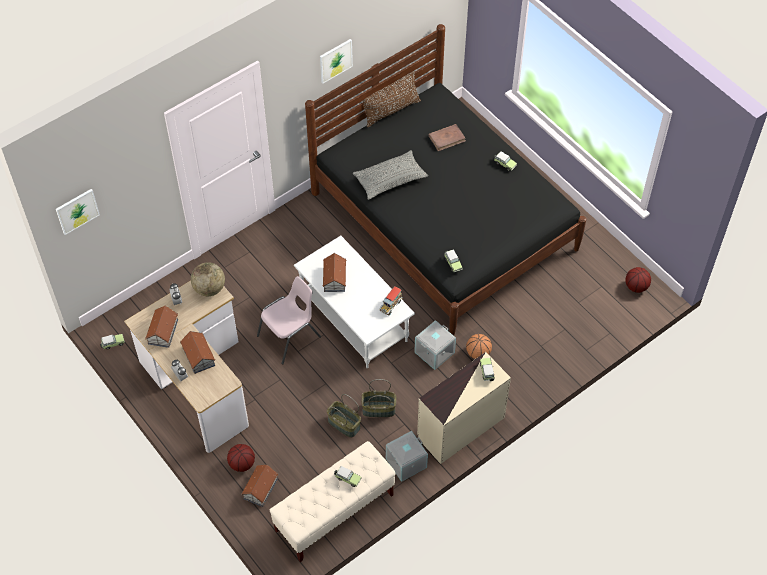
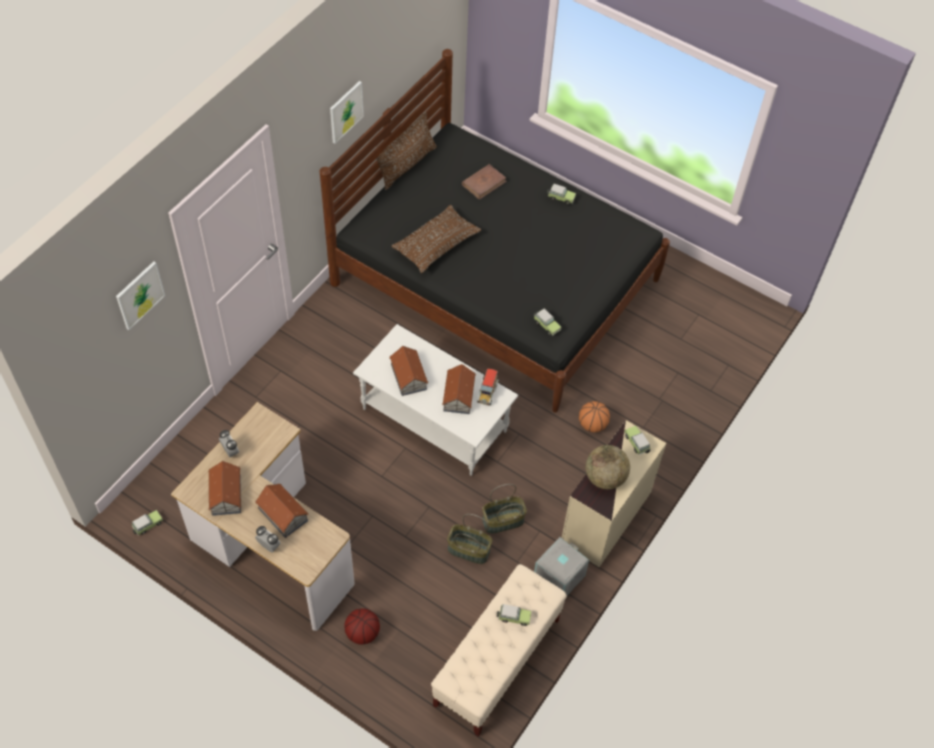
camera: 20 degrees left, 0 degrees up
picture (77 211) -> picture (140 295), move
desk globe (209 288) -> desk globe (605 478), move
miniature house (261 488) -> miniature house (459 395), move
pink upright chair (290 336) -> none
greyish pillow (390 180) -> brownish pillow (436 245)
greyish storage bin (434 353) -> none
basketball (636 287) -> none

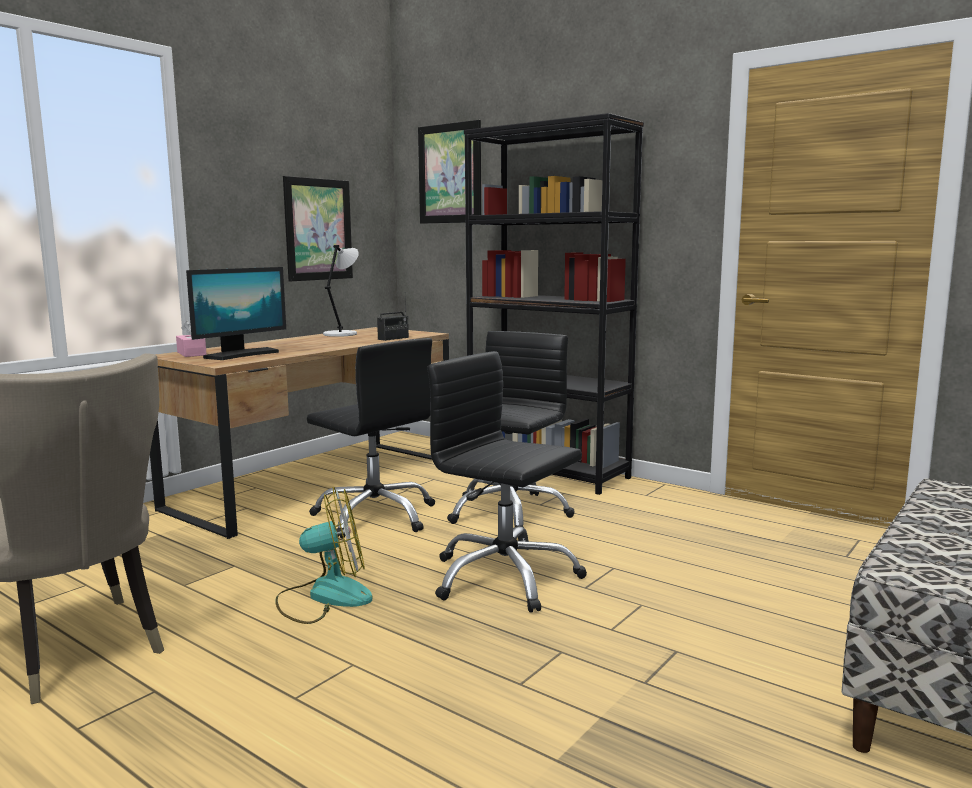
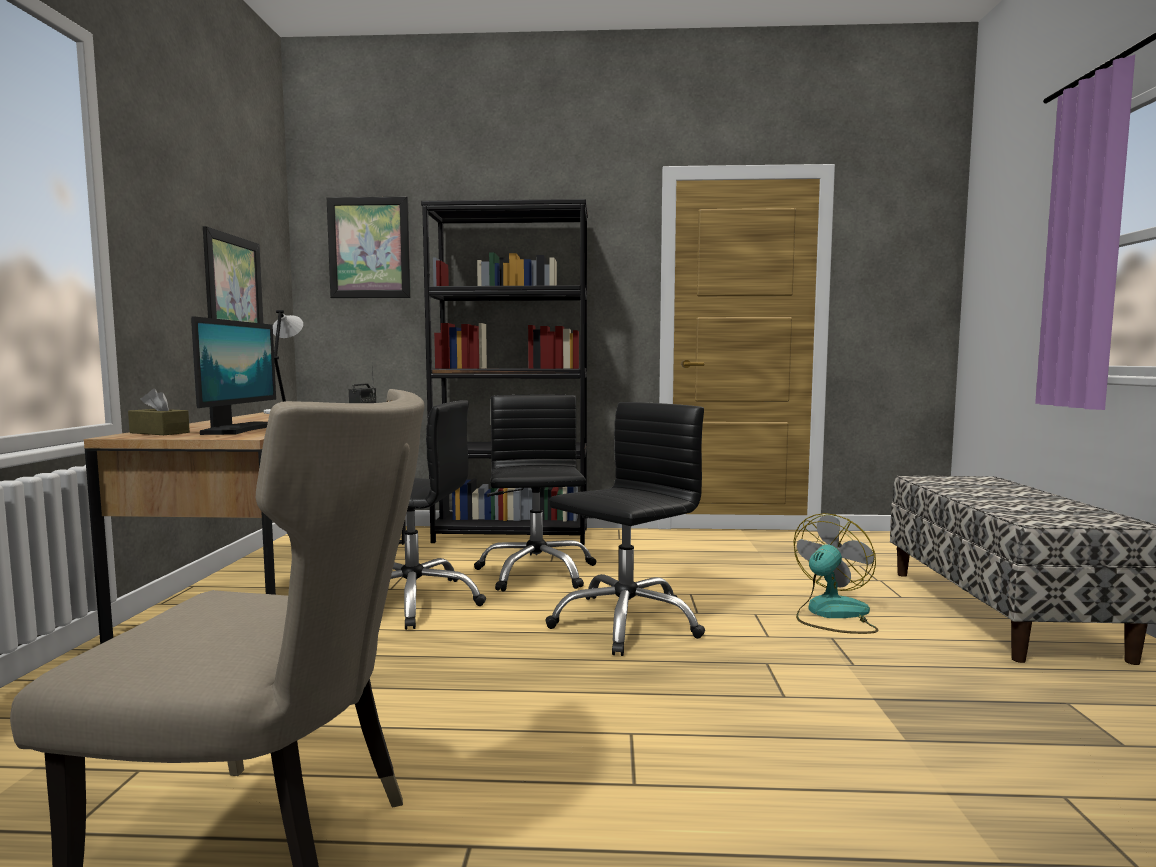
camera: 35 degrees left, 5 degrees down
pink tissue holder (191 353) -> brownish tissue holder (159 432)
fan (325 597) -> fan (831 614), move
black-coloured computer chair (504 577) -> black-coloured computer chair (625 622), 135 degrees clockwise

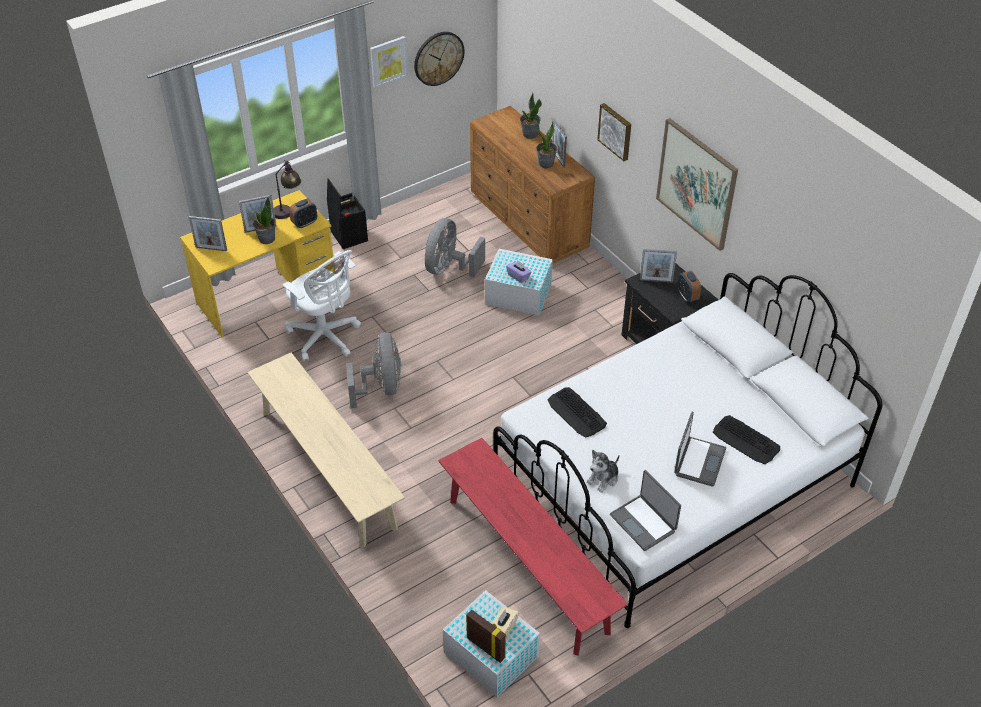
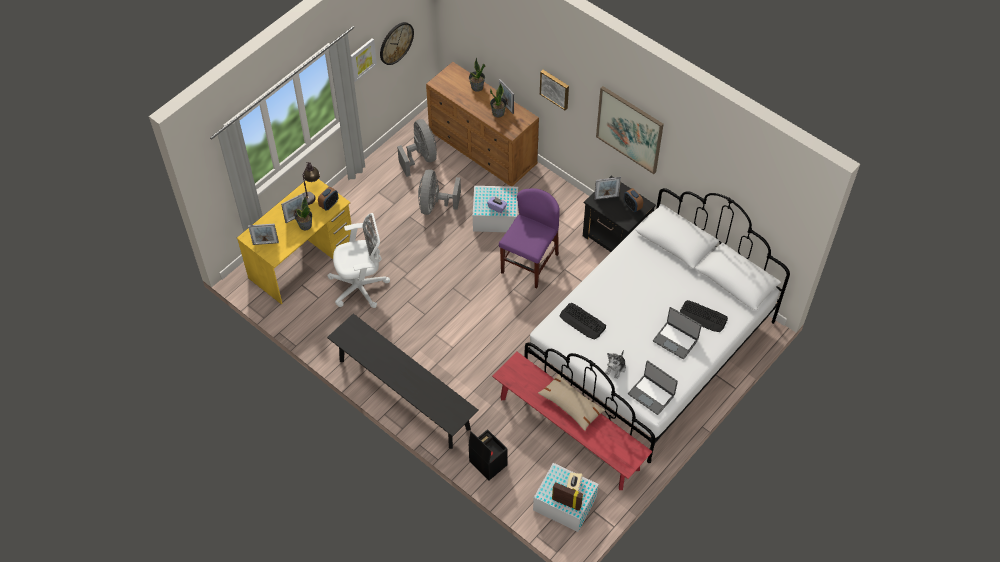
camera: 15 degrees left, 10 degrees up
beige long seat (328 468) -> black-coloured long seat (404 394)
white computer chair (325 337) -> white computer chair (361 286), 45 degrees counterclockwise
black-coloured storage bin (348 236) -> black-coloured storage bin (487 463), move
greyish fan (381 387) -> greyish fan (421 157), move
notebook computer (698 461) -> notebook computer (675 340), 120 degrees clockwise
none -> purple upright chair (529 263)
none -> beige pillow (571 405)

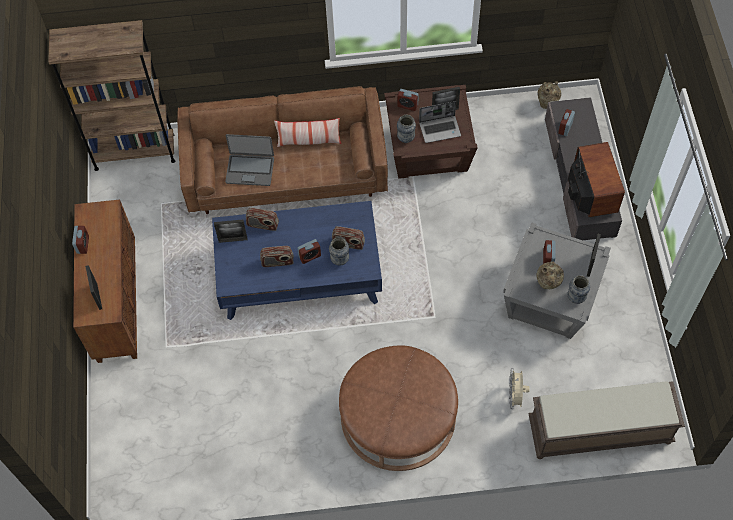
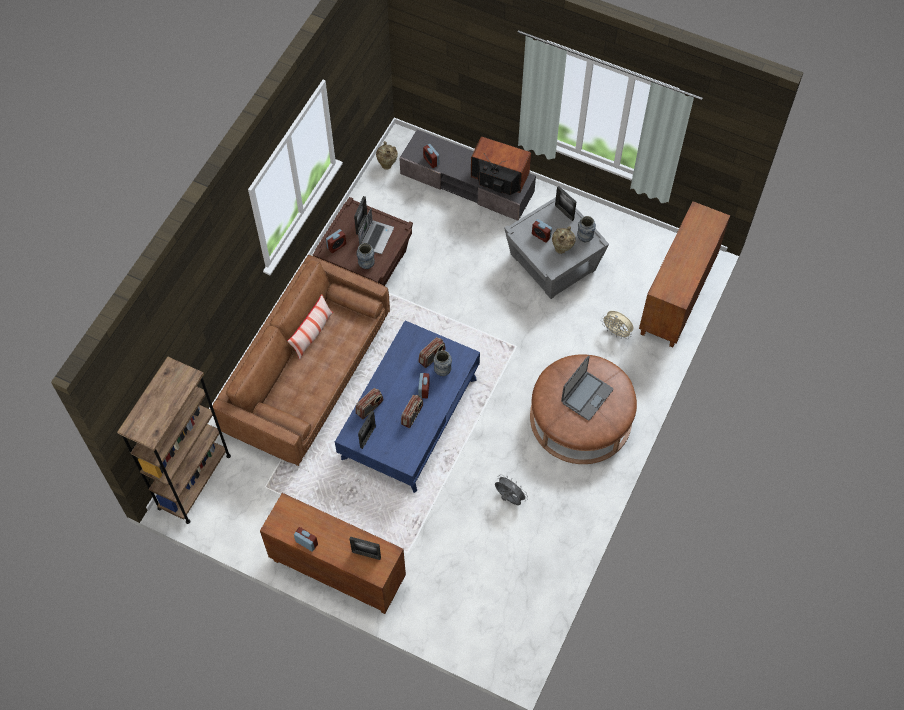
camera: 60 degrees left, 0 degrees up
notebook computer (250 169) -> notebook computer (586 396), move
brownish long seat (599 432) -> brownish cupboard (677 297)
none -> greyish fan (509 498)

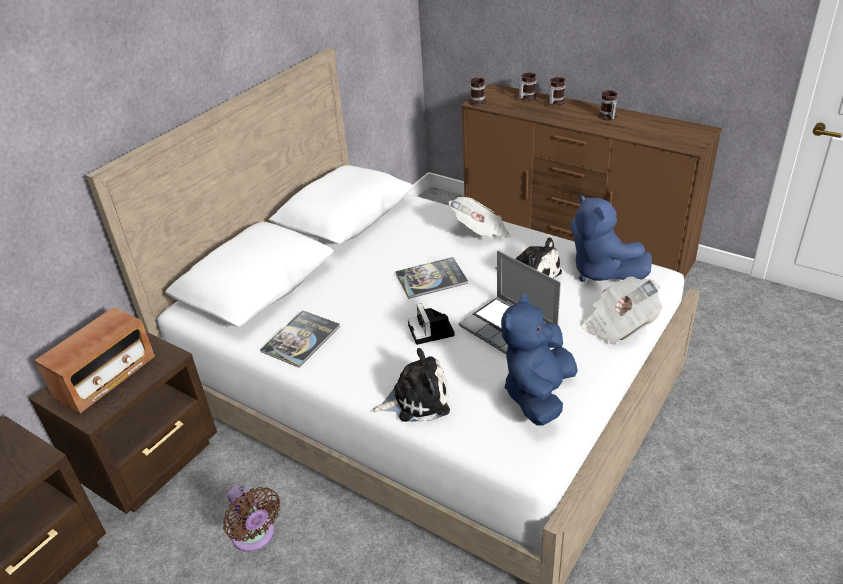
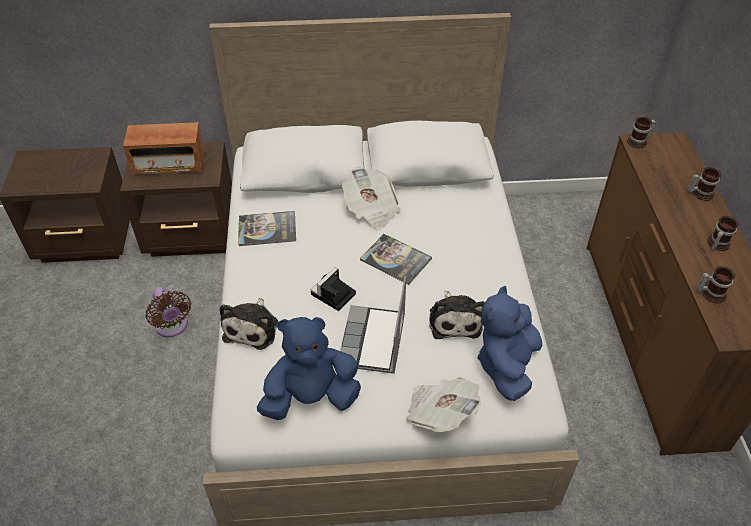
camera: 50 degrees right, 10 degrees up
brownish fan (255 536) -> brownish fan (172 327), 45 degrees counterclockwise
soft toy (416 400) -> soft toy (252 327), 60 degrees clockwise
newspaper (481 232) -> newspaper (371 210), move
mug (526 97) -> mug (711 293), move

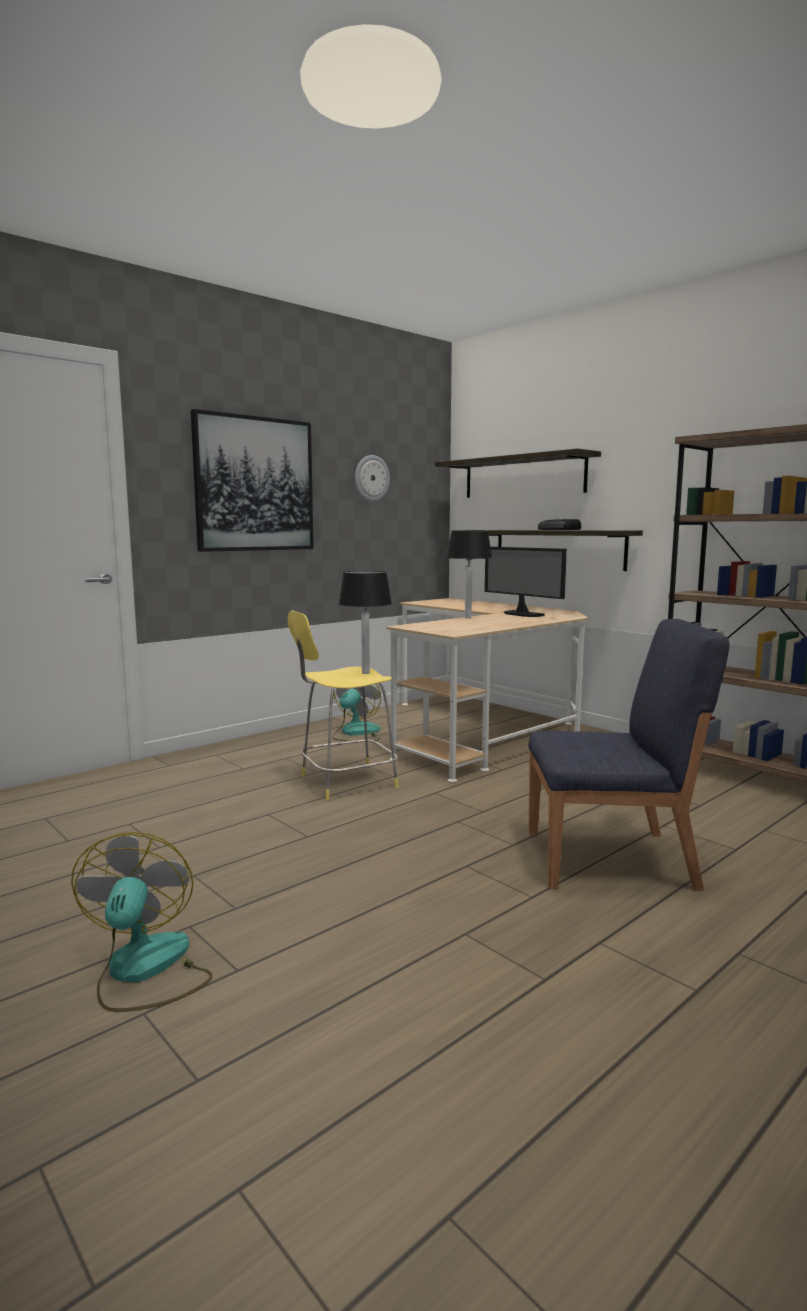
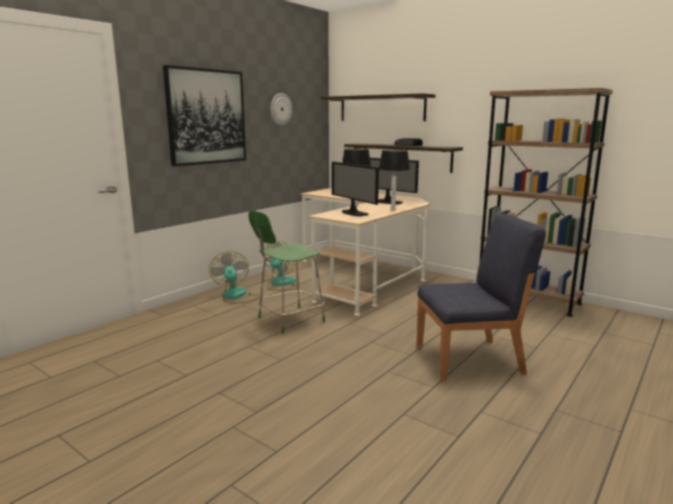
camera: 10 degrees left, 5 degrees up
fan (144 971) -> fan (236 296), move
yellow stool seat (345 782) -> green stool seat (289 320)
table lamp (365 673) -> table lamp (392 210), move
none -> monitor (353 213)

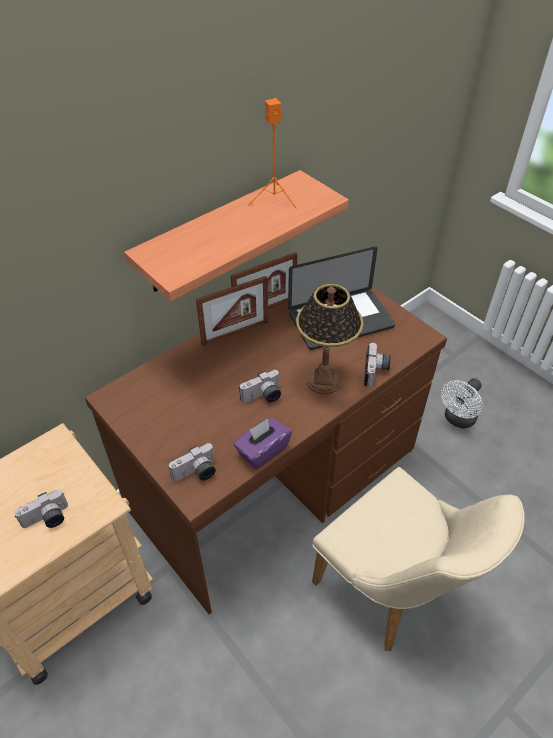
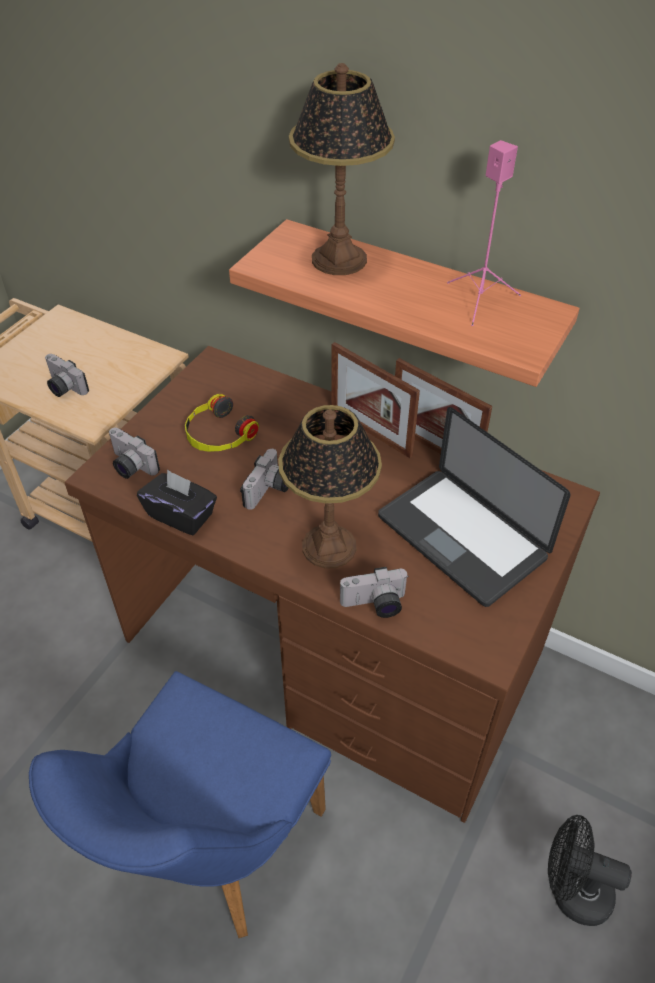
camera: 70 degrees right, 0 degrees up
purple tissue holder (262 451) -> black-coloured tissue holder (181 515)
still camera (263 397) -> still camera (269 491), 105 degrees counterclockwise
orangey audio speaker (274 198) -> pink audio speaker (480 300)
beige upright chair (393 592) -> blue-coloured upright chair (210 851)
white fan (457 420) -> black-coloured fan (571 890)
none -> headset (218 434)
none -> table lamp (340 259)

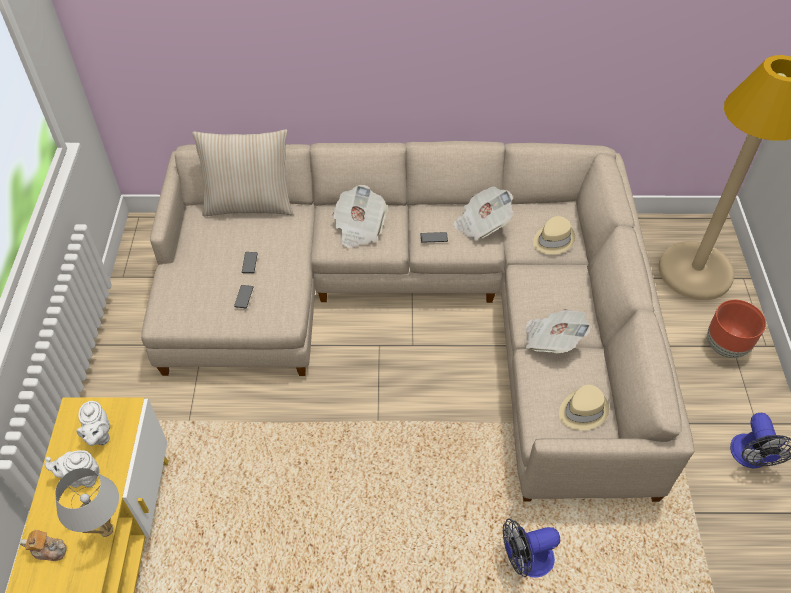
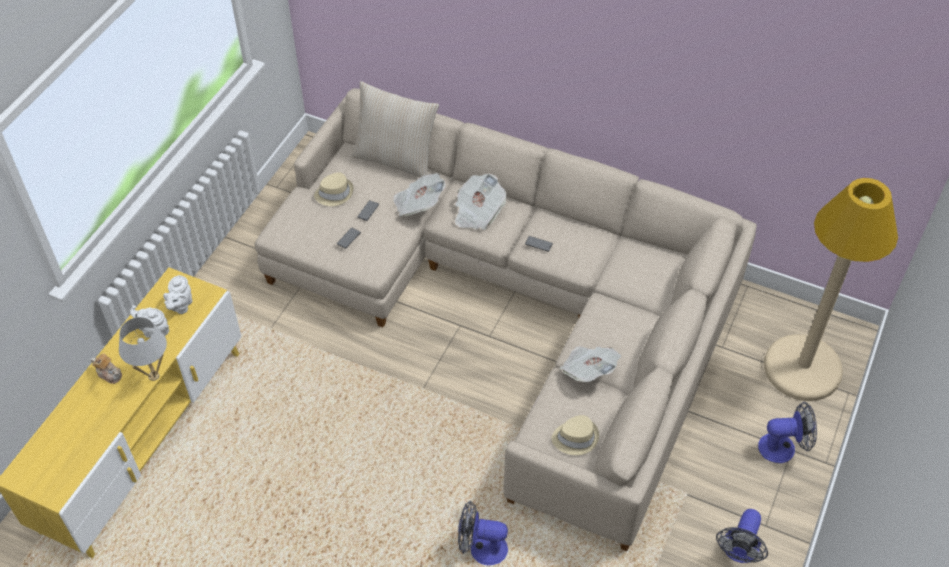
camera: 25 degrees right, 0 degrees up
newspaper (481 224) -> newspaper (418 204), move
beige wearable hat (552 240) -> beige wearable hat (334 193), move
brownish flower pot (725 346) -> fan (783 447)

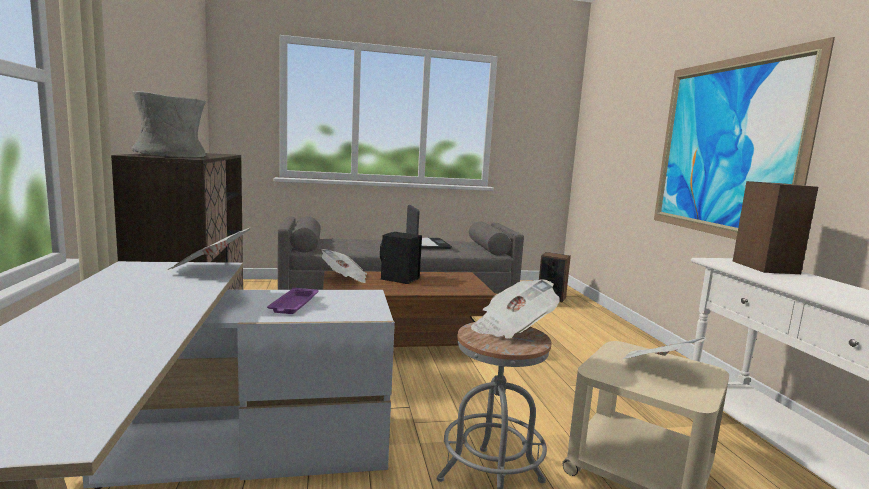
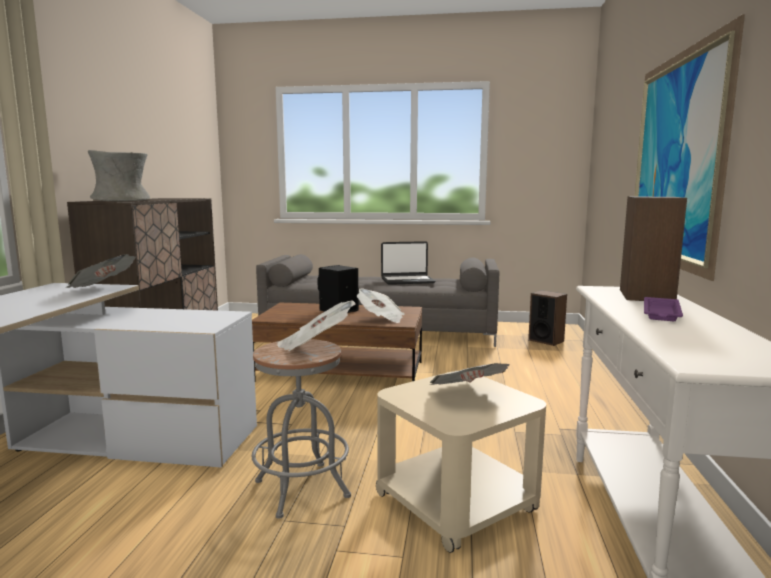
camera: 20 degrees right, 0 degrees up
purple carrying tray (293 305) -> purple carrying tray (661 313), move
newspaper (345 278) -> newspaper (381 318), move
notebook computer (427 244) -> notebook computer (407 280), 75 degrees clockwise

